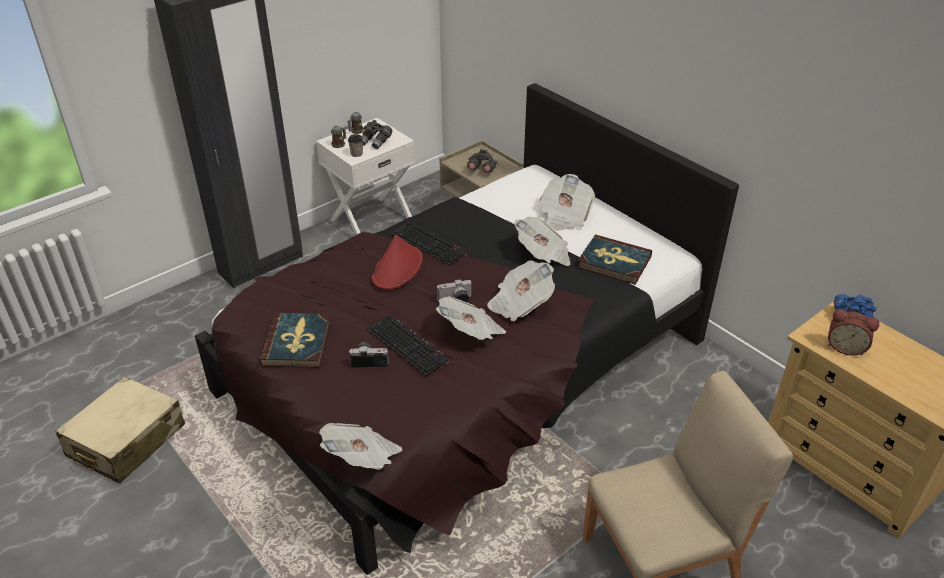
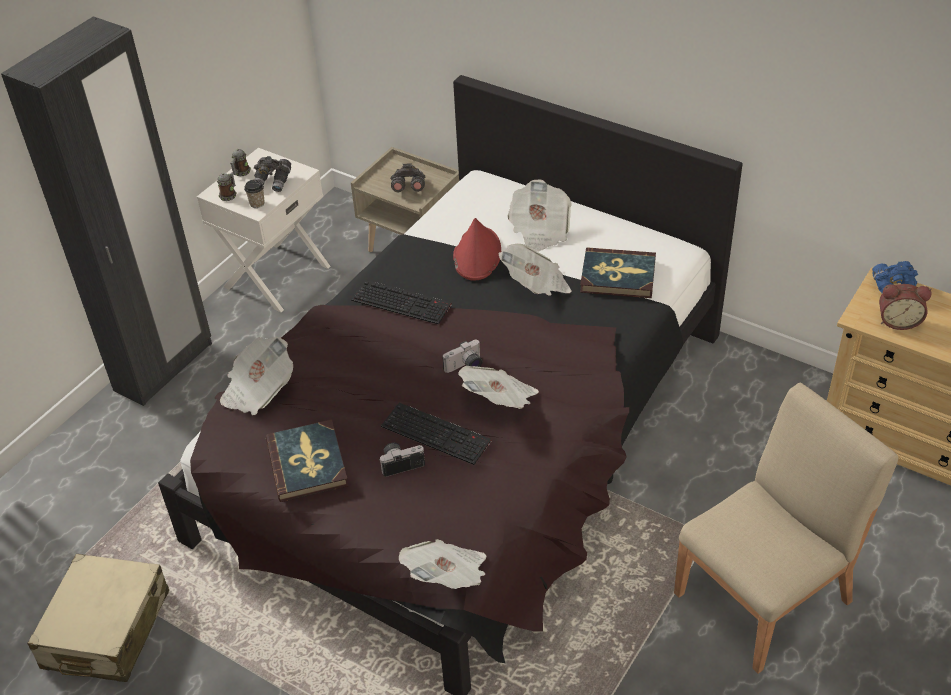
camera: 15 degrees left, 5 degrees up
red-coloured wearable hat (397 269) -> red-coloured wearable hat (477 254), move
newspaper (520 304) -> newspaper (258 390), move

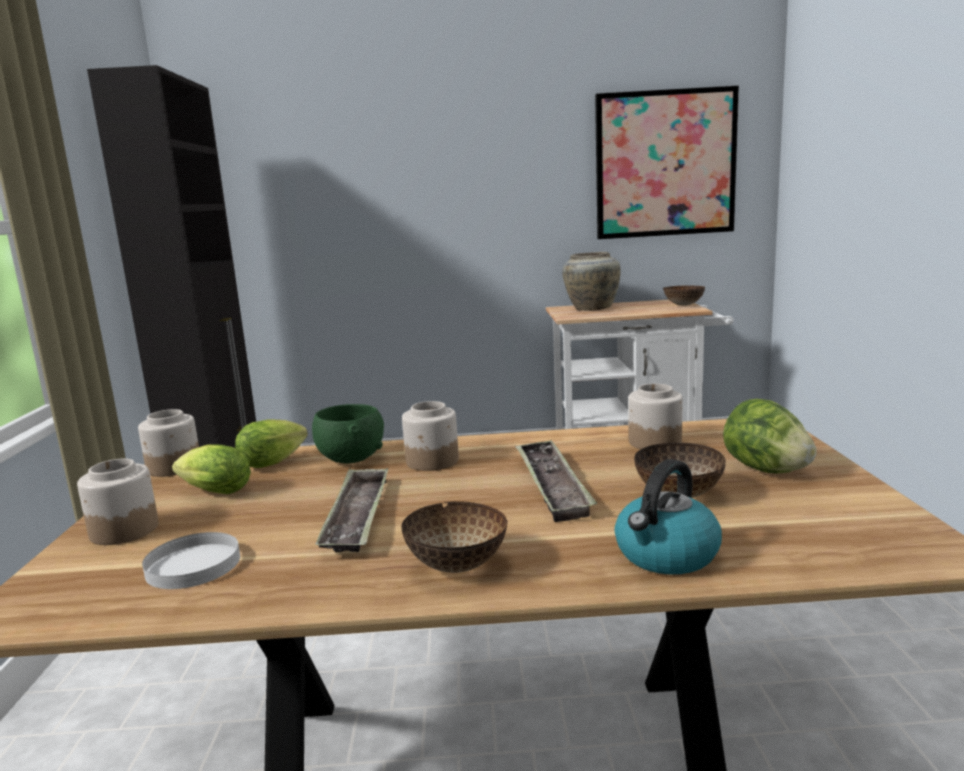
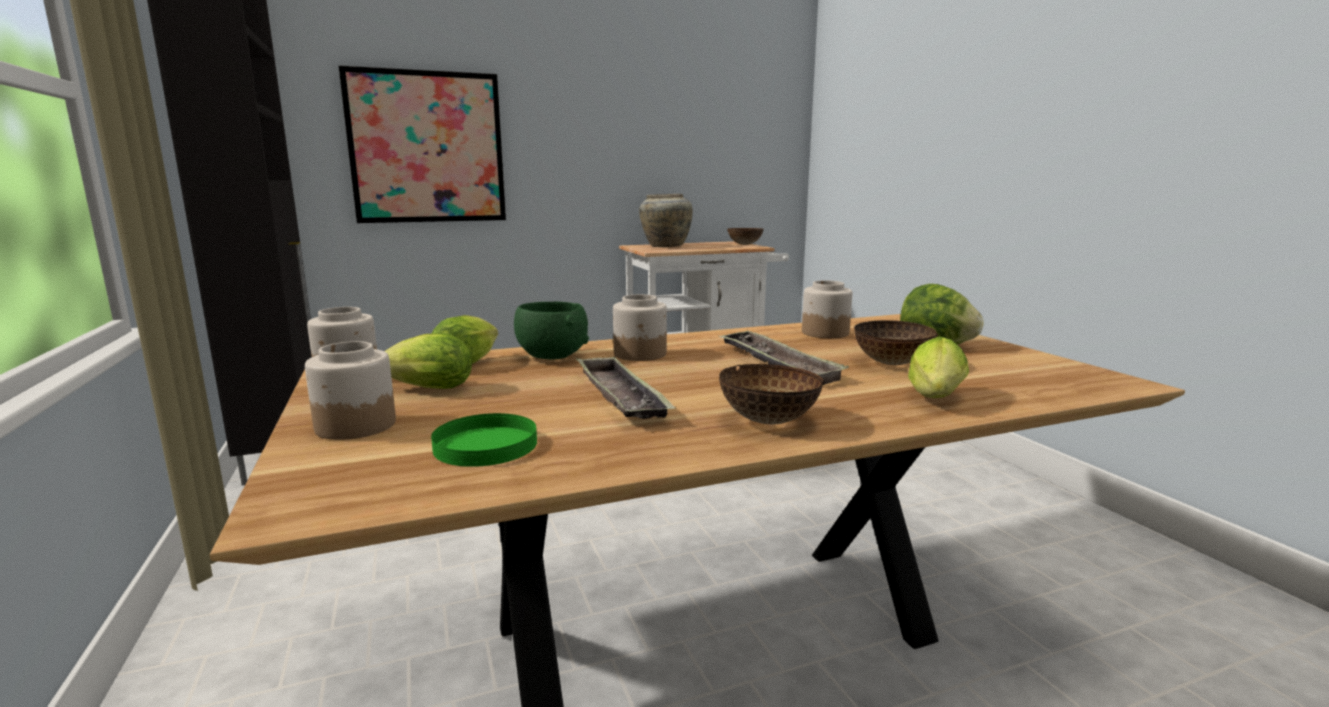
camera: 20 degrees left, 0 degrees up
white dinner plate (194 565) -> green dinner plate (486 445)
picture (665 164) -> picture (427 148), move
kettle (666 555) -> lettuce (935 399)

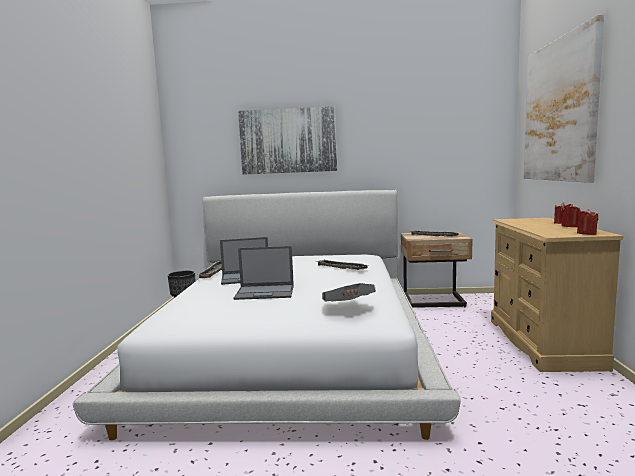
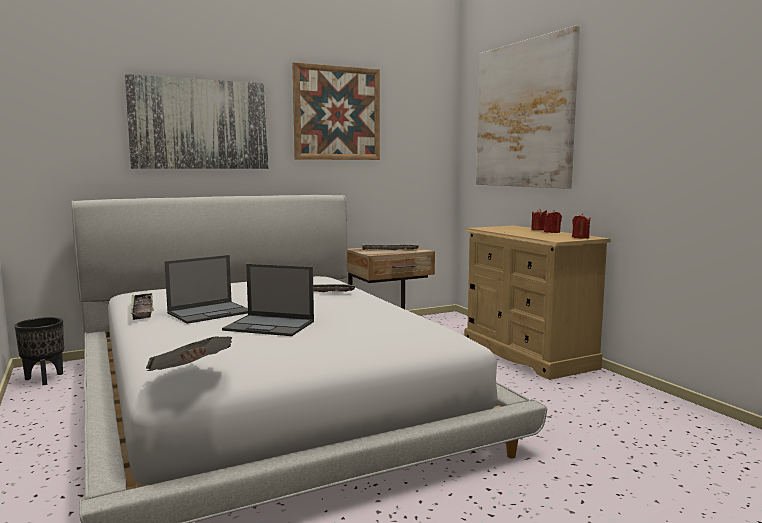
camera: 30 degrees left, 0 degrees up
notebook computer (265 292) -> notebook computer (270 326), 45 degrees clockwise
newspaper (348 308) -> newspaper (190 377), move
none -> picture (337 113)

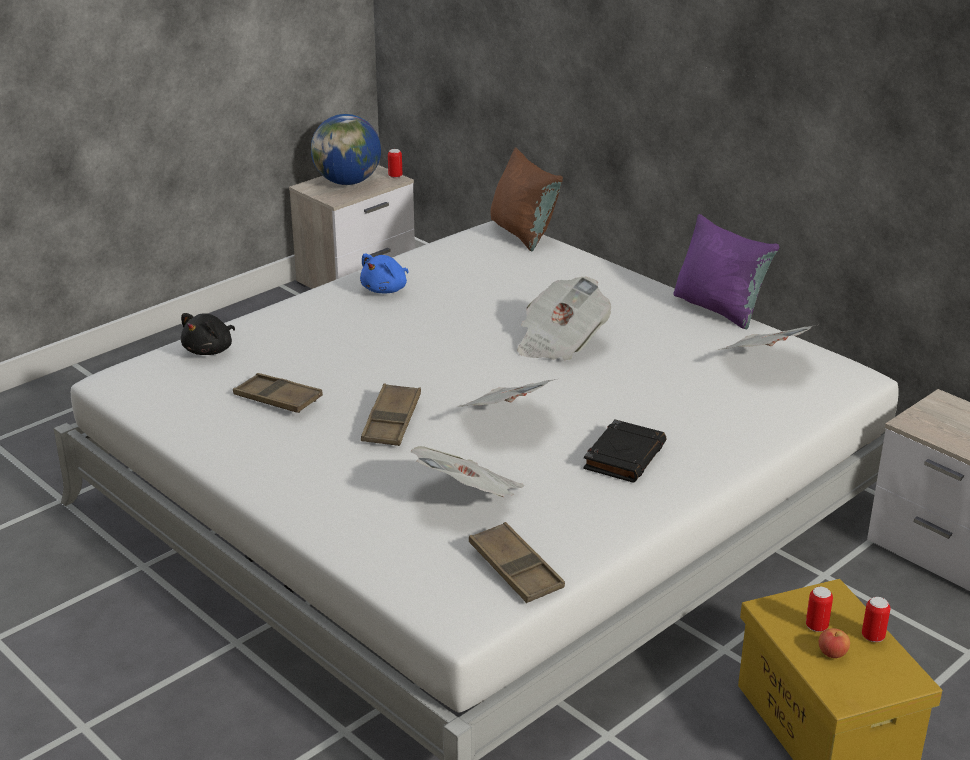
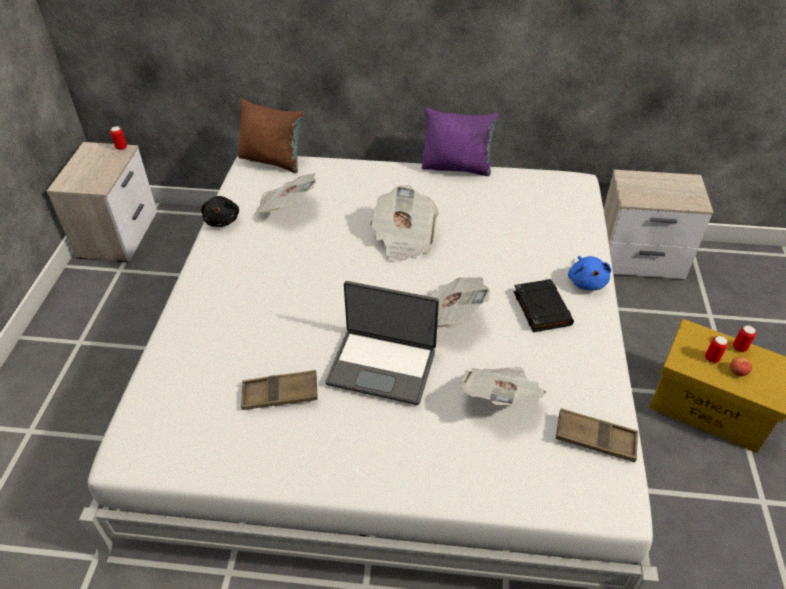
camera: 40 degrees left, 15 degrees up
black-coloured soft toy (210 350) -> black-coloured soft toy (222 220), move
desk globe (348 182) -> none
blue-coloured soft toy (386 289) -> blue-coloured soft toy (586 281), move
brownish carrying tray (391 421) -> notebook computer (382 366)
newspaper (764 360) -> newspaper (286 208), move

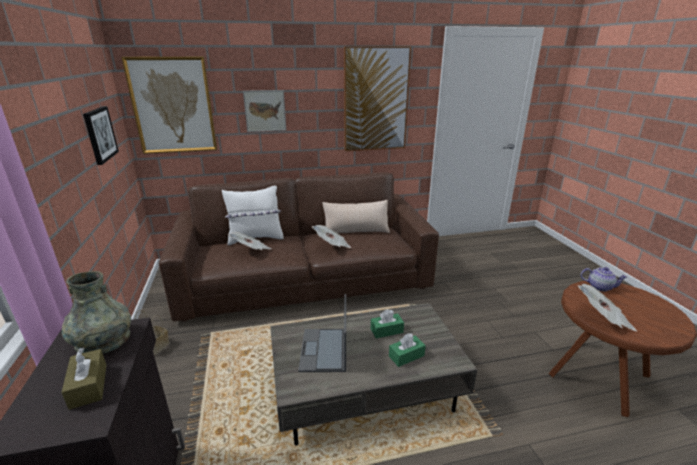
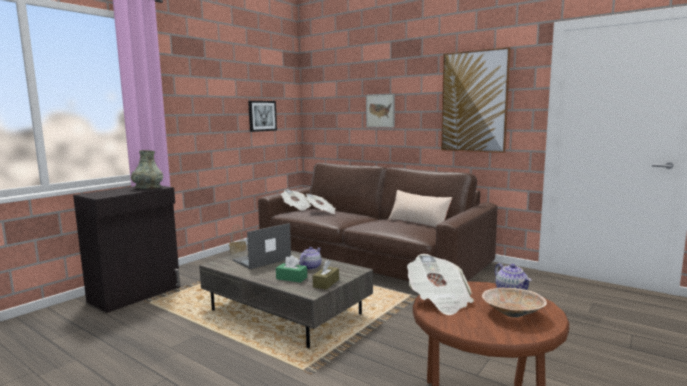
camera: 50 degrees right, 15 degrees down
brownish tissue holder (88 386) -> brownish tissue holder (326 283), move
picture (173 106) -> none
white pillow (255 238) -> none
newspaper (332 245) -> newspaper (296 208), move
green tissue holder (386 330) -> tea pot (310 267)
none -> beige bowl (511 313)

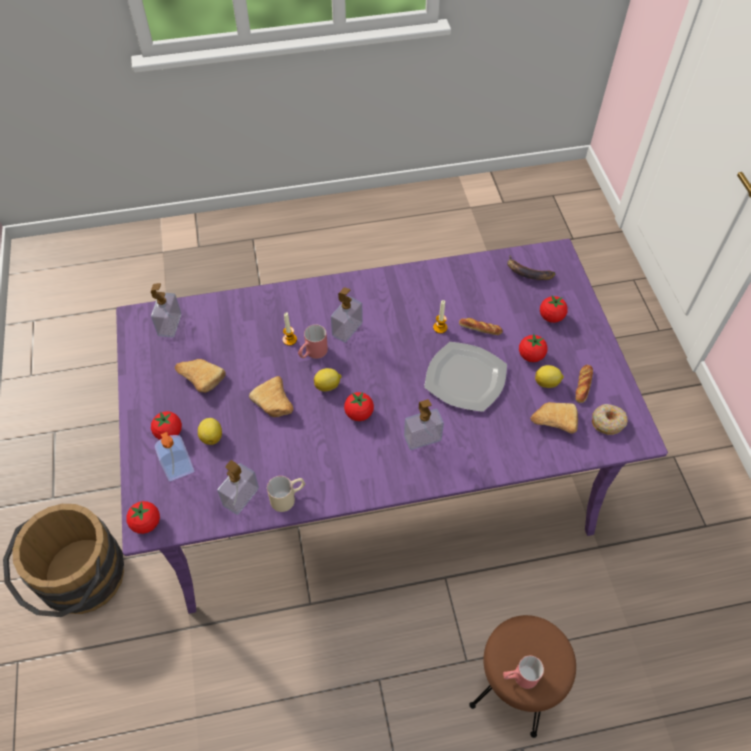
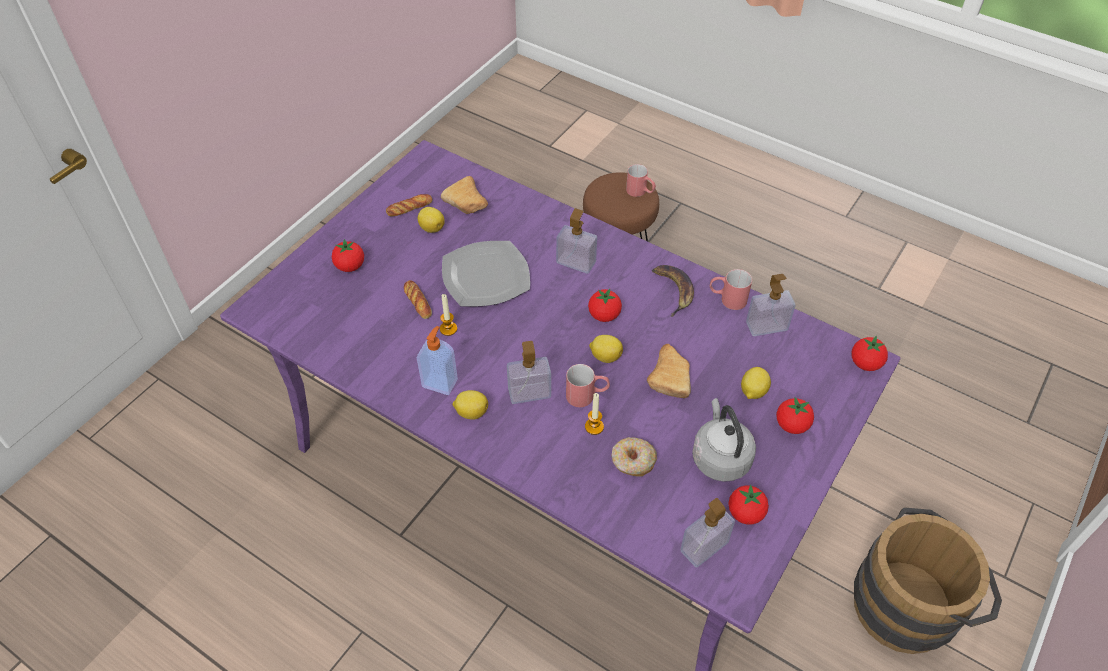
camera: 135 degrees left, 5 degrees down
liquid soap bottle (179 470) -> liquid soap bottle (440 382), move
bread (199 378) -> greyish kettle (719 457)
beige mug (288 497) -> red-coloured mug (727 299)
whole banana (528 272) -> whole banana (673 291), move
fresh tomato (531 356) -> fresh tomato (745 513), move
donut (607 422) -> donut (633 461), move
none -> whole lemon (471 412)

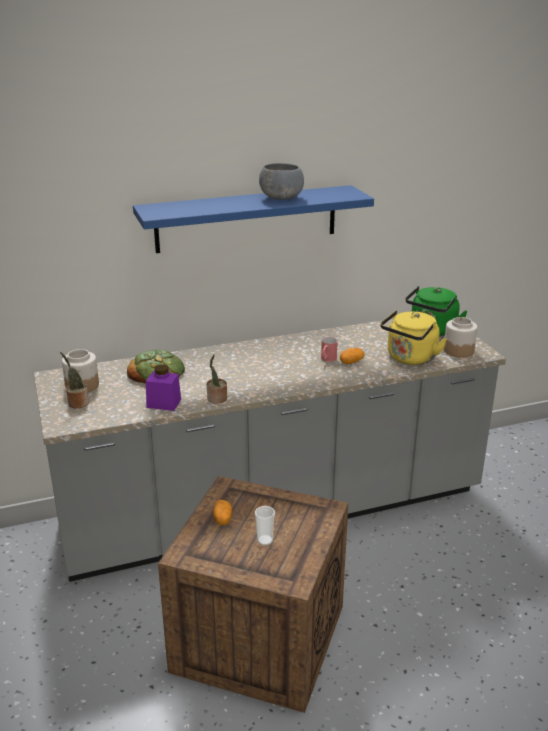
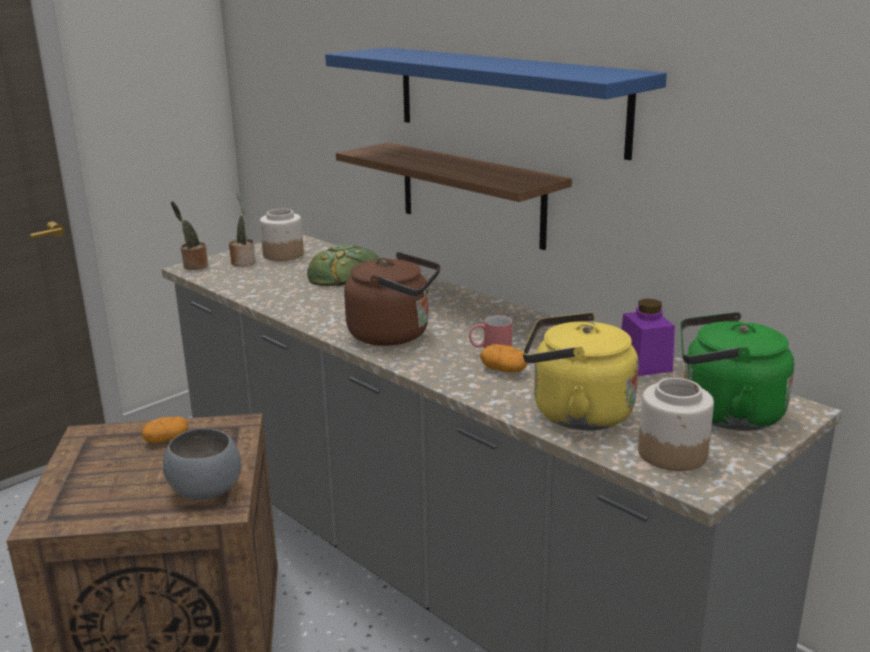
camera: 65 degrees right, 5 degrees down
purple storage jar (164 403) -> purple storage jar (644 364), move
potted plant (216 399) -> potted plant (193 266), move
small cup (265 540) -> none
greyish bowl (282 198) -> greyish bowl (206 490), move
none -> bracket shelf (471 194)
none -> brownish kettle (394 335)

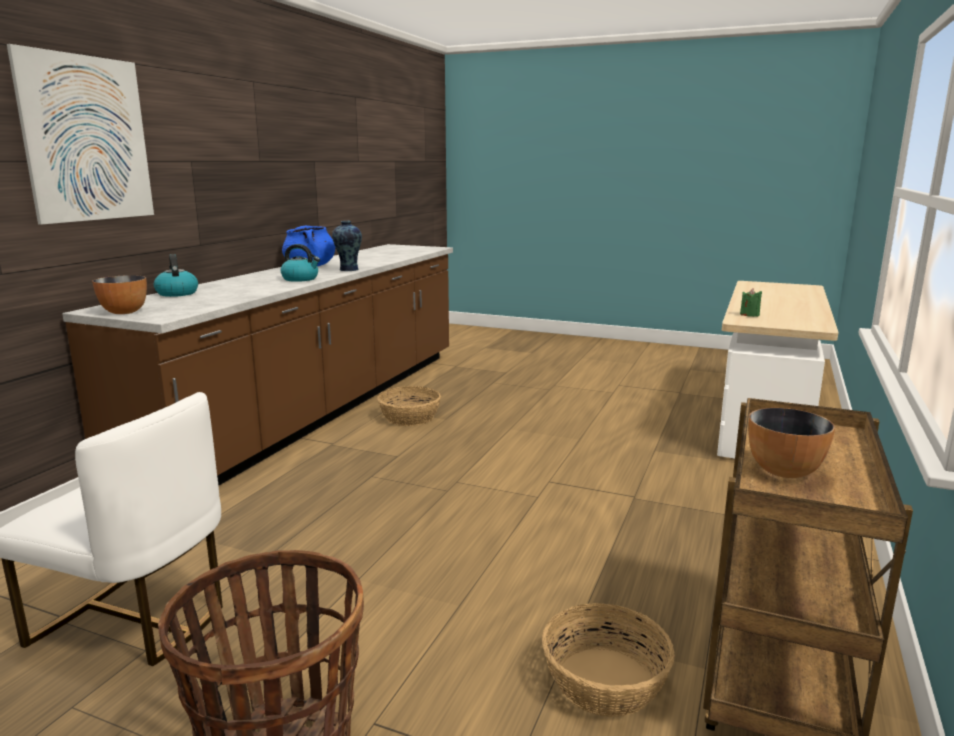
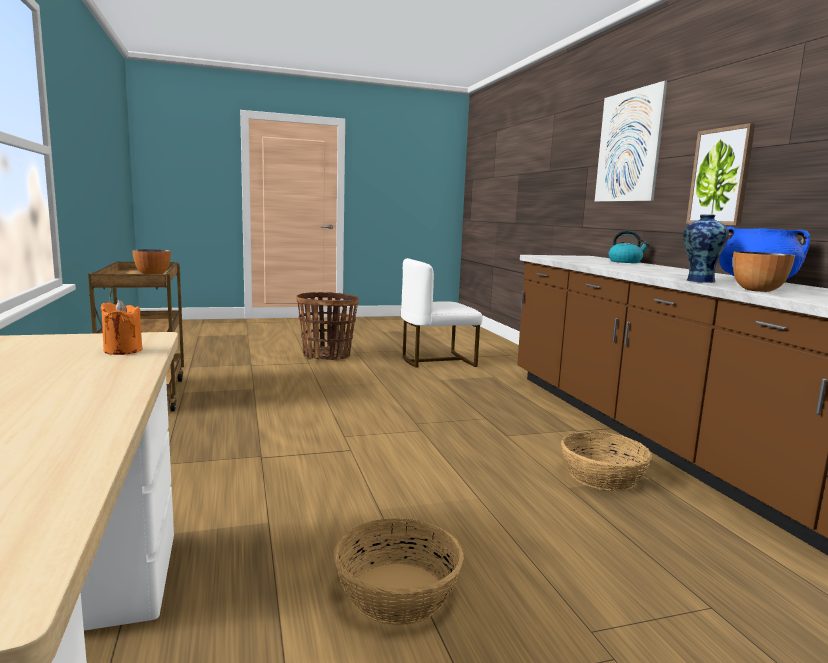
camera: 140 degrees right, 5 degrees down
bowl (124 312) -> bowl (757 290), move
kettle (301 279) -> none
storage basket (605 682) -> storage basket (396 592), move
green wax candle (749 315) -> orangey wax candle (123 350)
none -> picture (720 177)

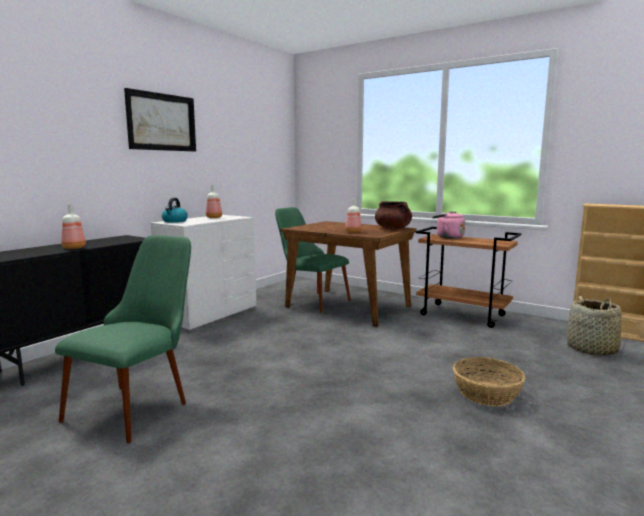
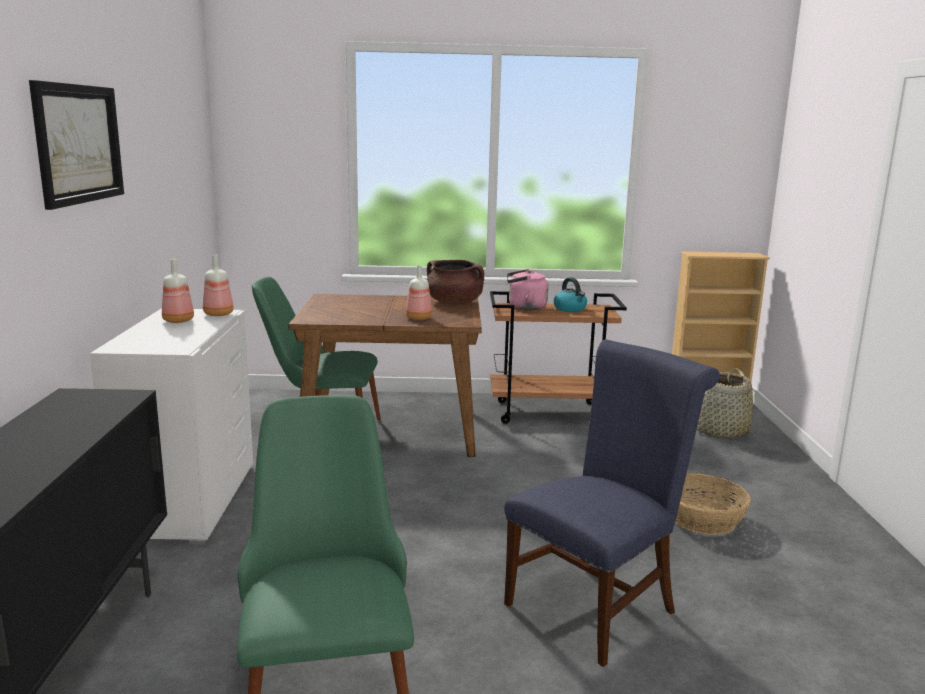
camera: 35 degrees left, 5 degrees up
bottle (74 248) -> bottle (219 314), move
kettle (175 221) -> kettle (570 309), move
none -> blue-coloured upright chair (597 604)

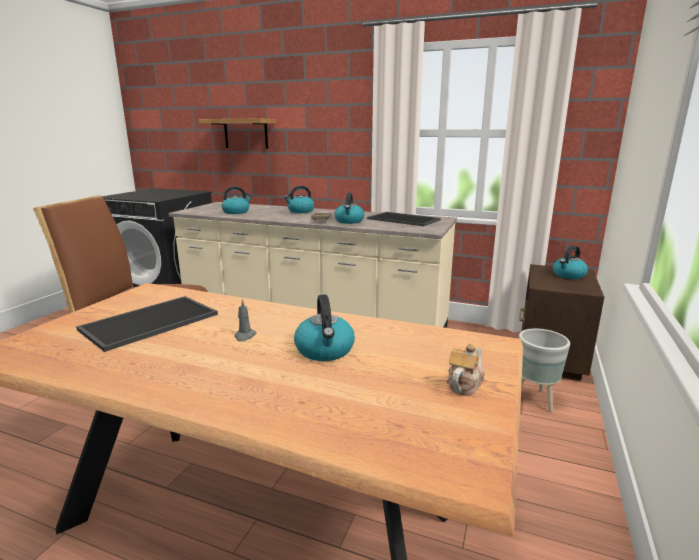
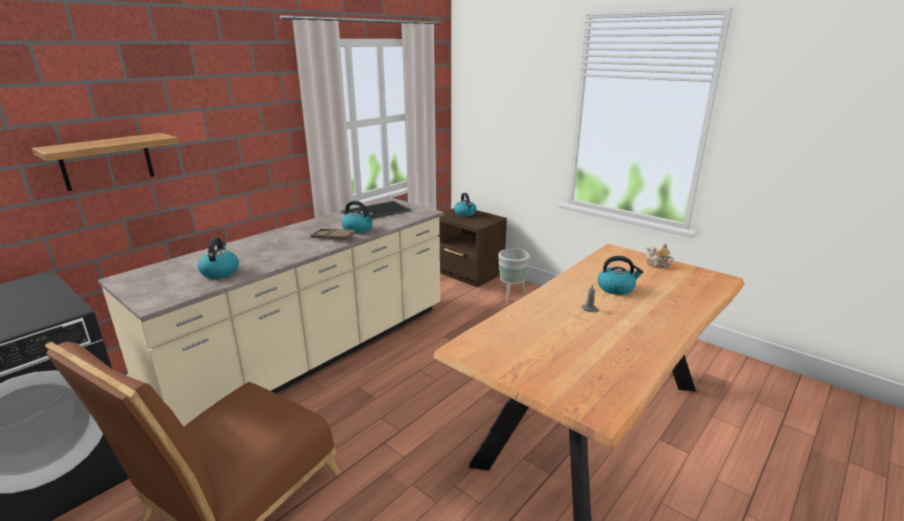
camera: 70 degrees left, 5 degrees up
carrying tray (150 323) -> none
kettle (300 211) -> none

